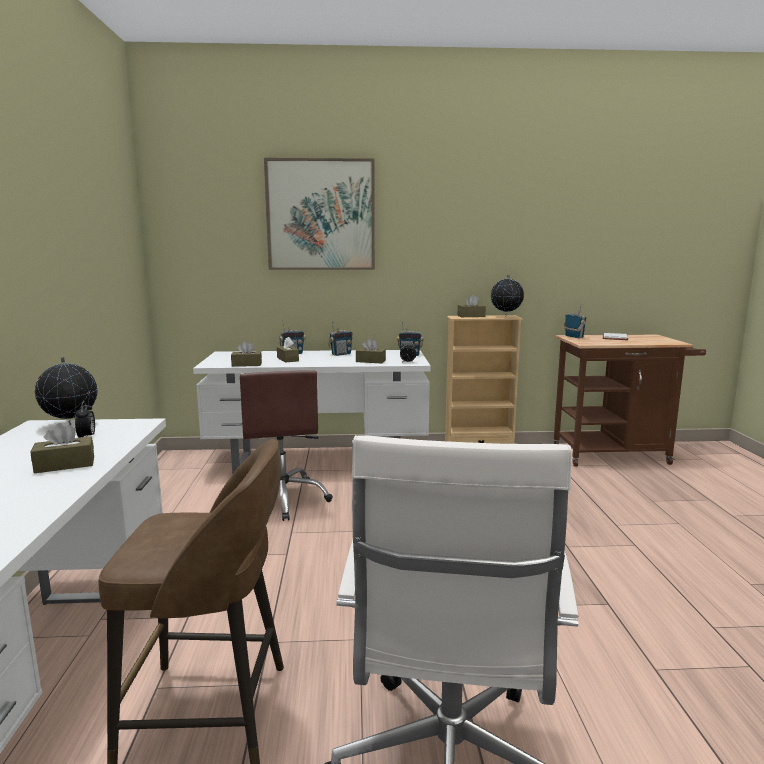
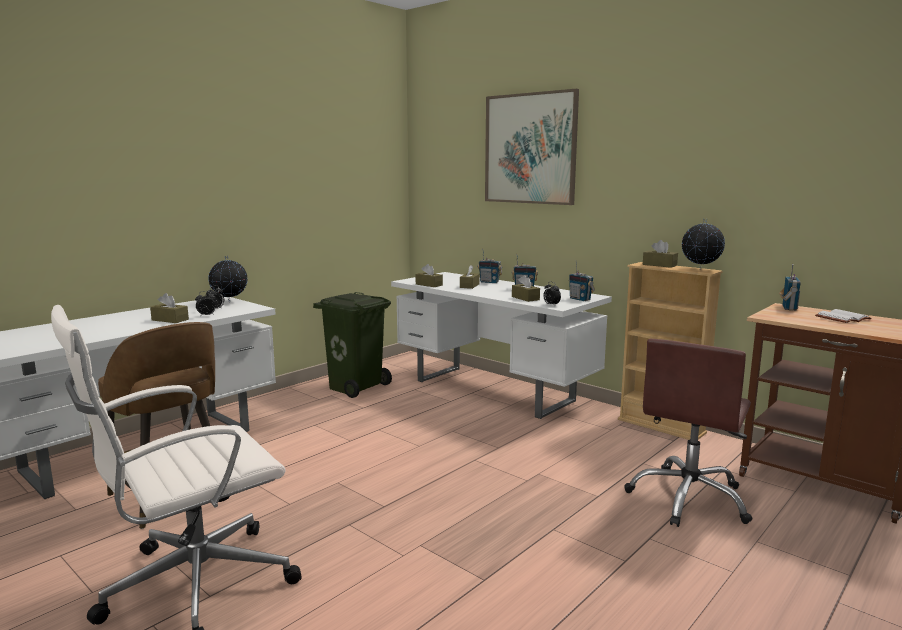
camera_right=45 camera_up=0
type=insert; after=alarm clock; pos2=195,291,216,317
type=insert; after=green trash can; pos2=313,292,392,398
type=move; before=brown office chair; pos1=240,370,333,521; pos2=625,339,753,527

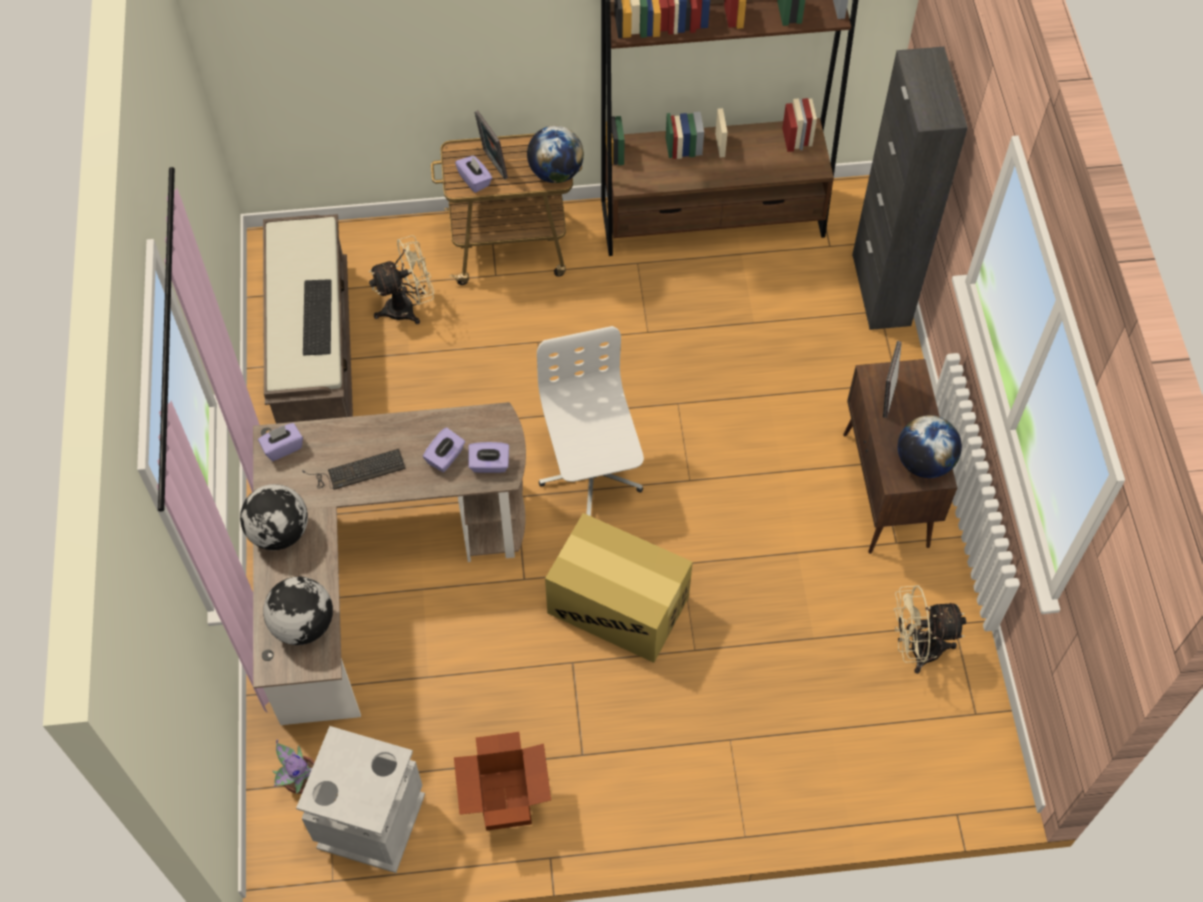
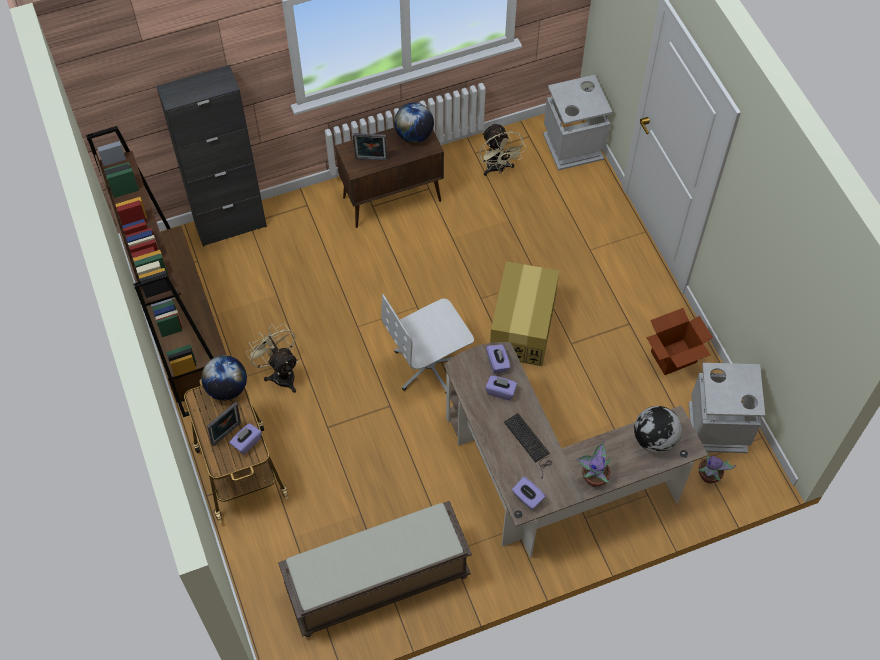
camera_right=-105 camera_up=0
type=move; before=beige fan; pos1=369,235,434,324; pos2=246,323,298,393
type=insert; after=grey trash can; pos2=543,75,612,171
type=replace; before=globe; after=potted plant; pos1=240,484,308,550; pos2=577,441,612,487
type=delete; before=keyboard; pos1=303,279,332,355

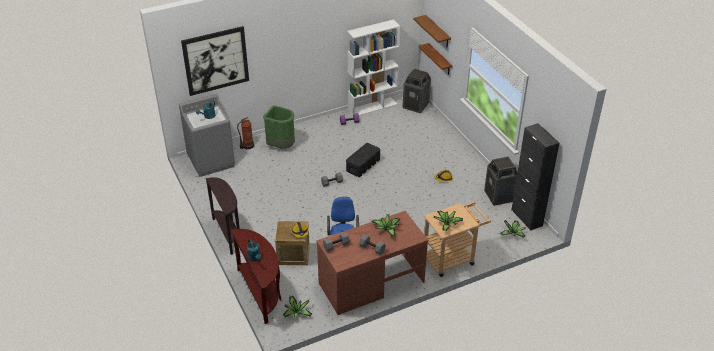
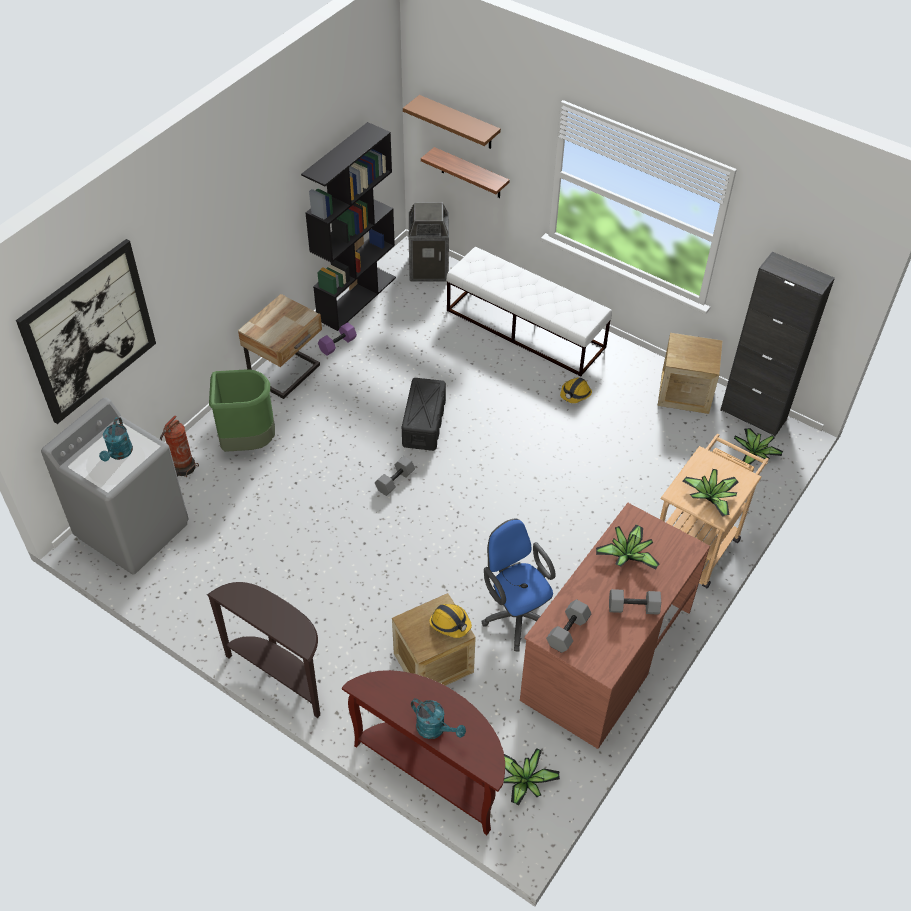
camera_right=-30 camera_up=10
type=insert; after=beige nightstand; pos2=238,294,322,399
type=recolor; before=white bookcase; after=black bookcase; pos1=347,19,400,116; pos2=301,122,396,331
type=insert; after=white bench; pos2=446,247,612,377
type=replace; before=trash can; after=crate; pos1=484,156,517,206; pos2=658,333,723,414

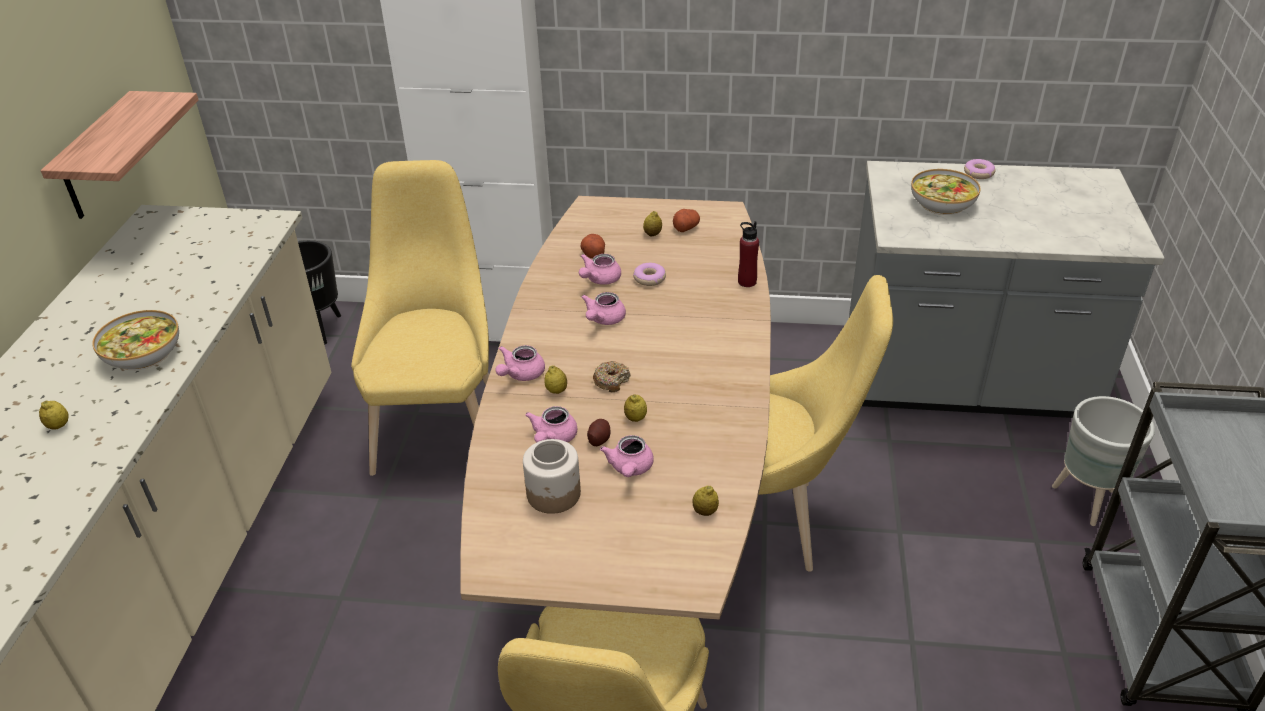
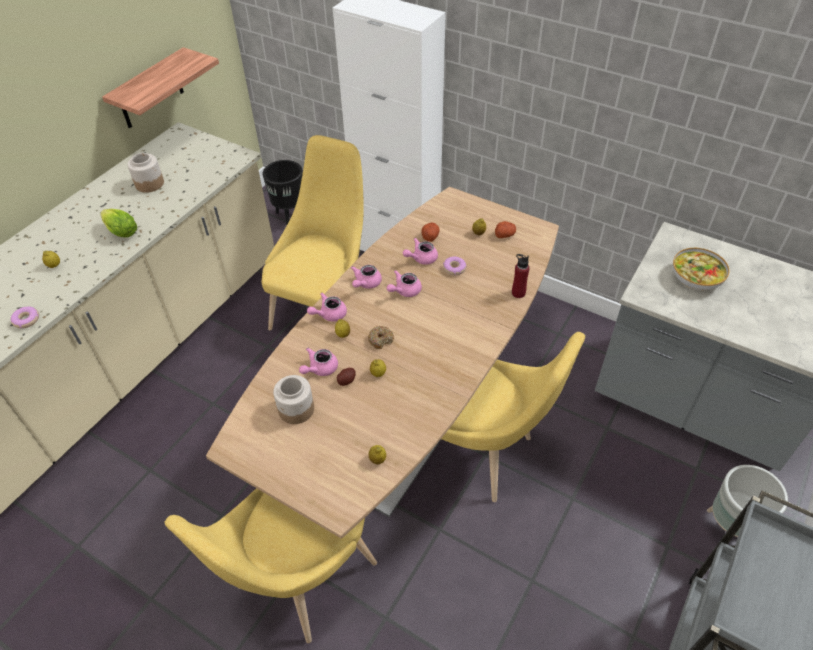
camera_right=25 camera_up=10
type=move; before=donut; pos1=964,159,996,179; pos2=10,307,39,328
type=replace; before=bowl; after=lettuce; pos1=92,310,179,370; pos2=100,209,137,237
type=insert; after=jar; pos2=127,153,164,193
type=move; before=pink teapot; pos1=600,435,654,477; pos2=351,265,382,289

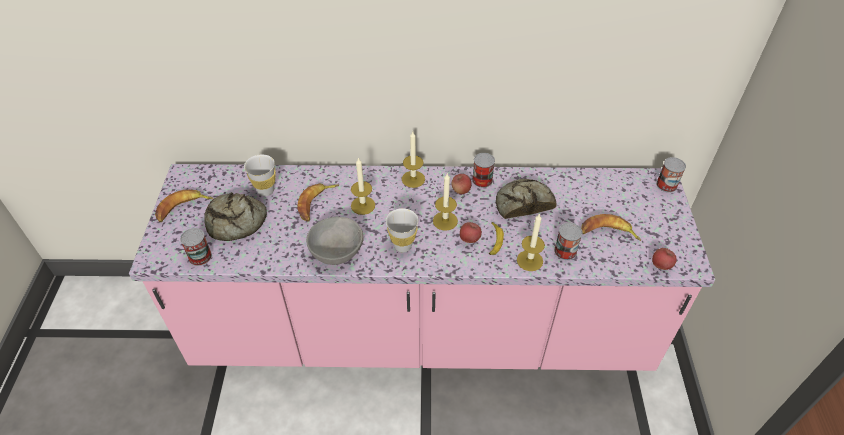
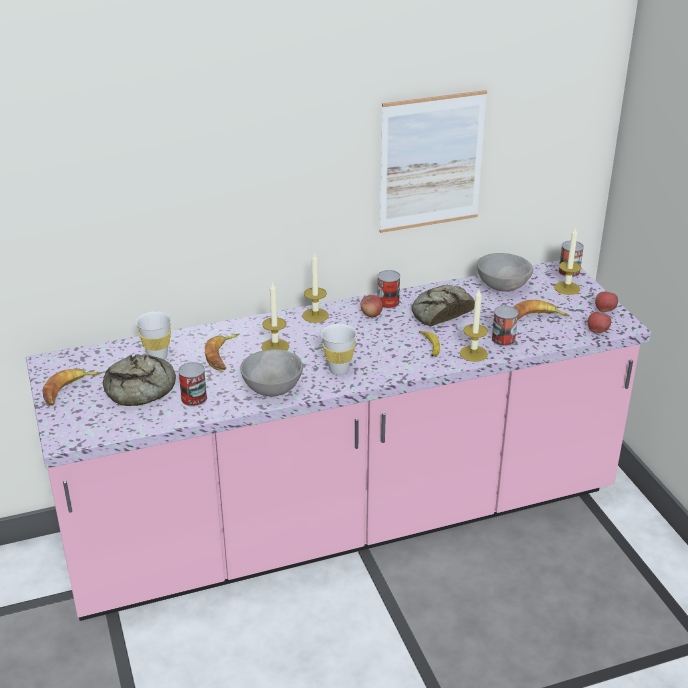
camera_right=-20 camera_up=-15
type=move; before=can; pos1=180,228,212,266; pos2=178,362,207,407
type=insert; after=picture; pos2=379,90,487,233
type=insert; after=grey bowl; pos2=477,253,533,292
type=move; before=candle; pos1=433,174,458,231; pos2=554,227,581,295
type=move; before=apple; pos1=460,222,482,243; pos2=595,292,618,312

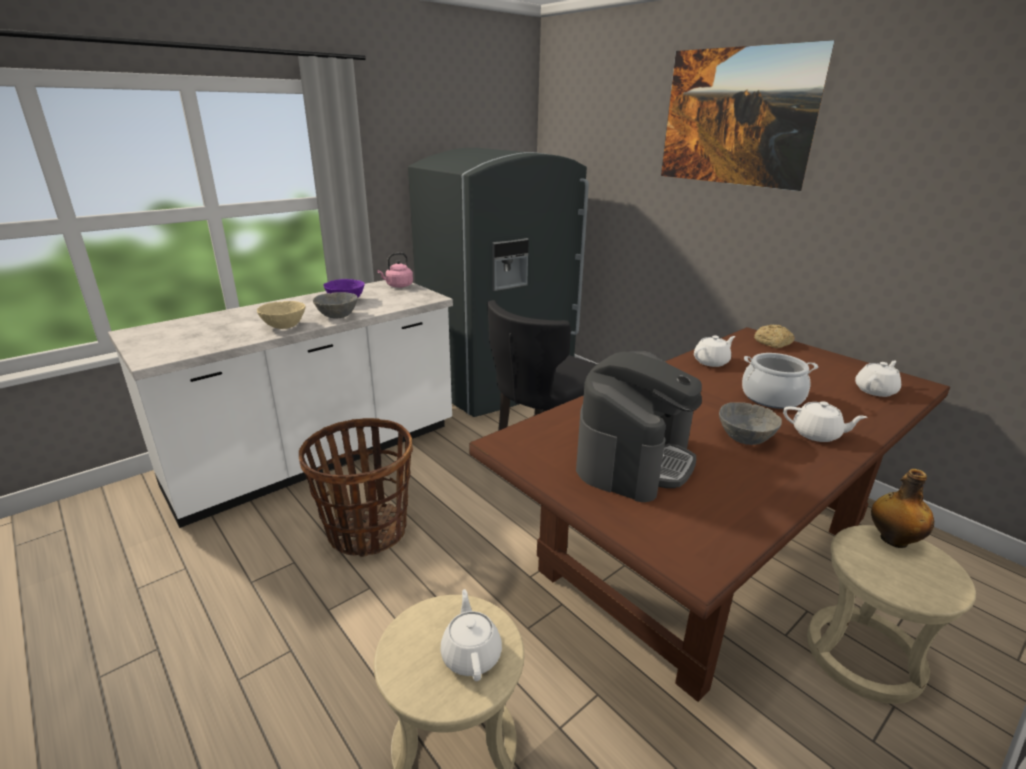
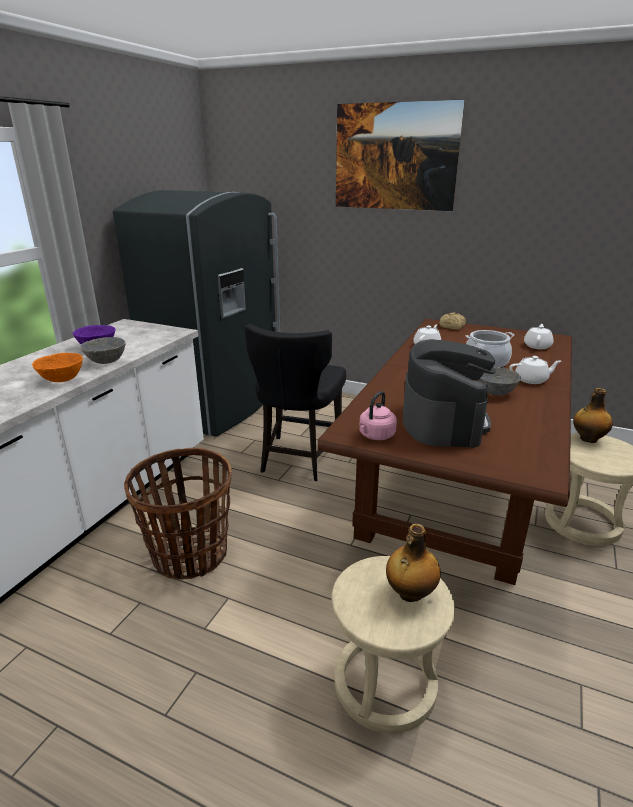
camera_right=-25 camera_up=0
type=recolor; before=beige bowl; after=orange bowl; pos1=257,301,305,329; pos2=32,353,83,382
type=move; before=pink kettle; pos1=377,252,413,288; pos2=359,391,397,440
type=replace; before=white teapot; after=bottle; pos1=440,589,502,681; pos2=386,524,441,602

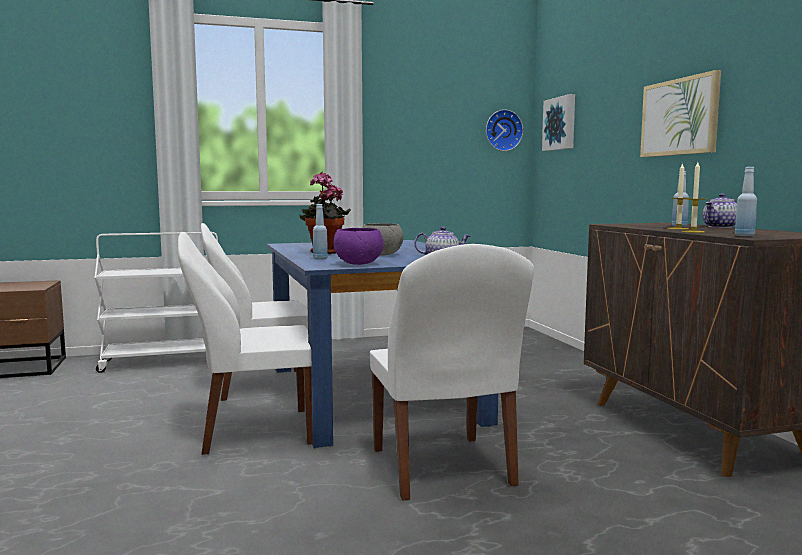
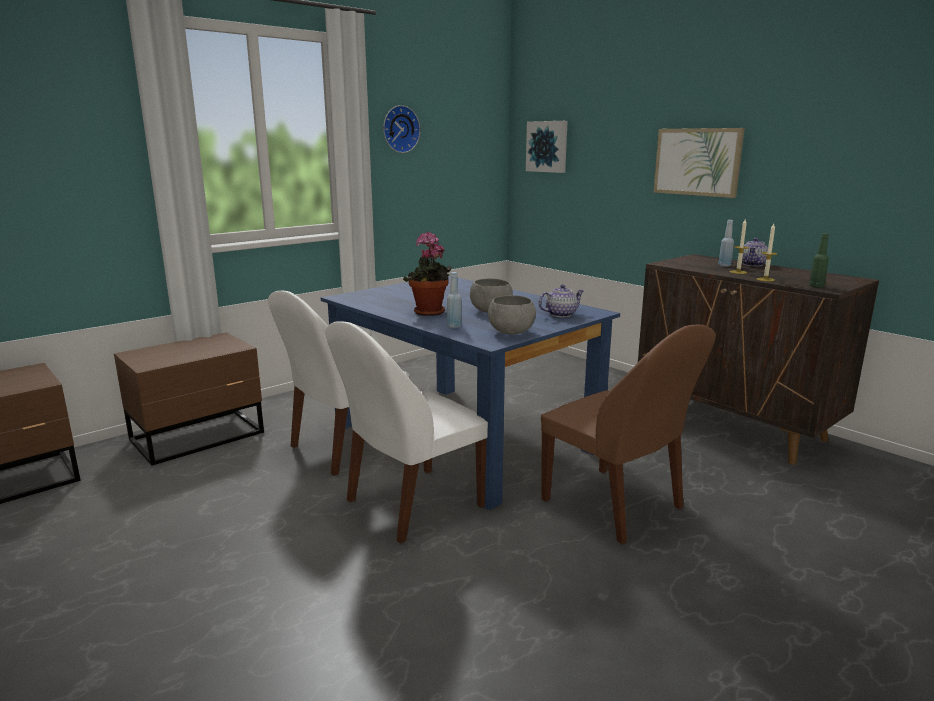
camera_right=-25 camera_up=10
type=replace; before=white cart; after=brown nightstand; pos1=95,232,218,373; pos2=114,332,264,466
type=move; before=wall clock; pos1=486,109,523,151; pos2=383,105,420,153
type=recolor; before=purple bowl; after=grey bowl; pos1=334,228,384,265; pos2=488,295,536,335
type=recolor; before=white chair; after=brown chair; pos1=370,244,534,500; pos2=541,325,716,545
type=recolor; before=blue bottle; after=green bottle; pos1=735,167,757,236; pos2=809,233,829,288

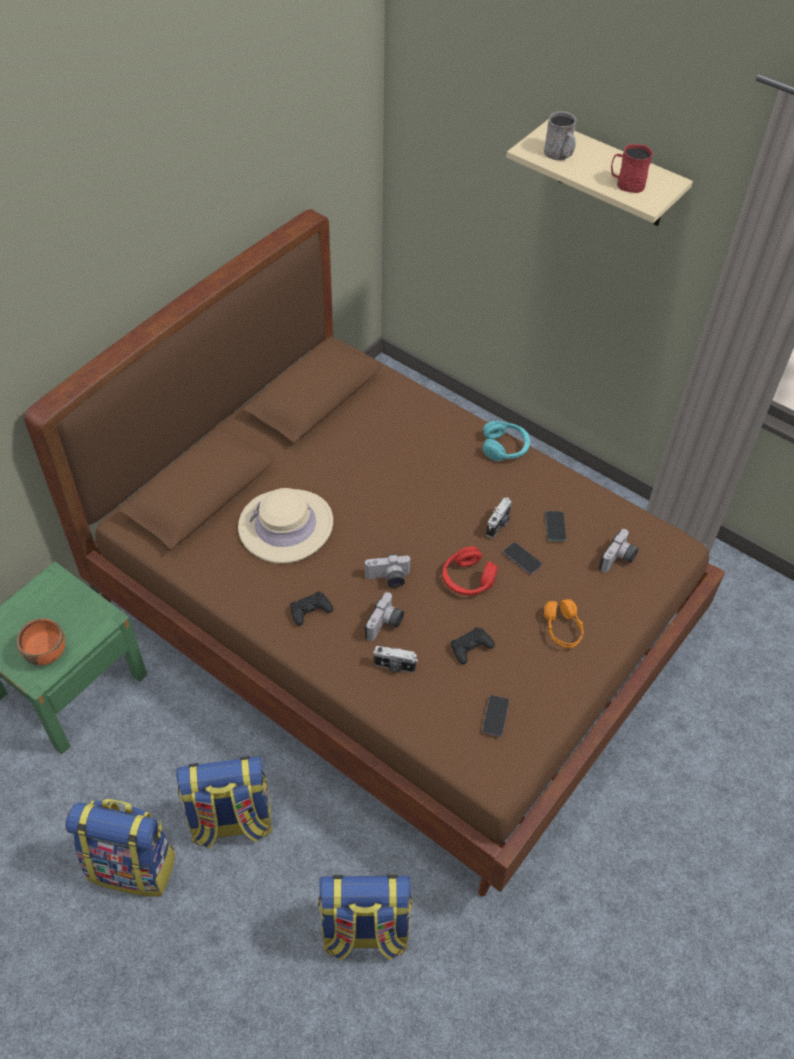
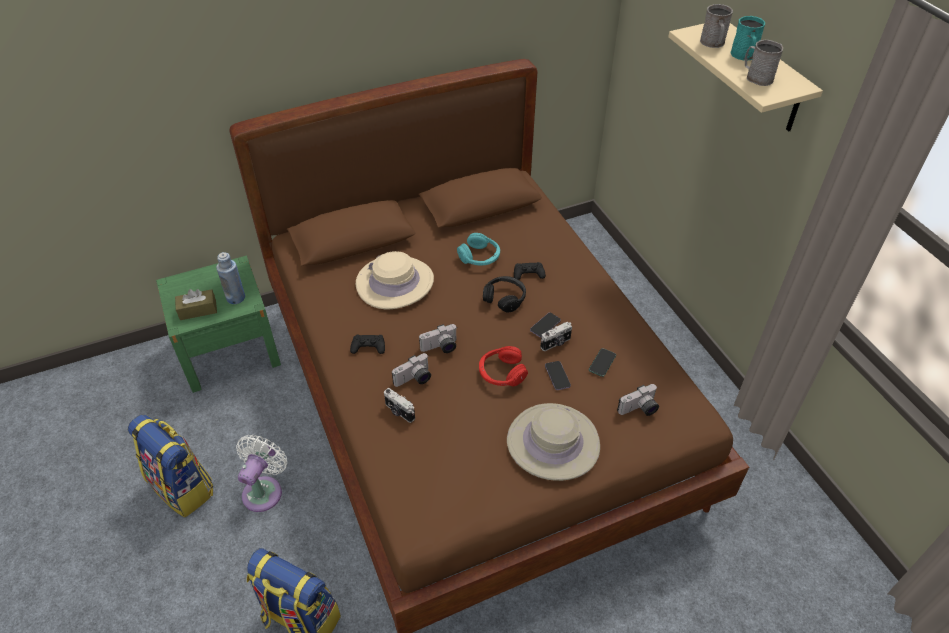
camera_right=30 camera_up=-5
type=replace; before=orange bowl; after=brown tissue box; pos1=17,618,65,666; pos2=175,289,217,320
type=insert; after=blue bottle; pos2=216,252,245,304
type=replace; before=backpack; after=white fan; pos1=176,756,273,849; pos2=236,435,287,512
type=rotate; before=photo camera; pos1=365,554,411,588; pos2=419,324,457,353; turn=-45
type=move; before=turquoise headphones; pos1=482,421,530,461; pos2=457,233,500,265
type=insert; after=black headphones; pos2=483,276,526,312
type=replace; before=orange headphones; after=beige hat; pos1=544,599,584,648; pos2=507,403,600,481
type=move; before=black game controller; pos1=450,627,495,664; pos2=514,262,546,280
type=move; before=phone; pos1=482,695,509,736; pos2=530,313,561,338
type=insert; after=turquoise mug; pos2=730,16,765,60
type=recolor; before=red mug; after=grey mug; pos1=611,144,653,193; pos2=745,40,783,86

